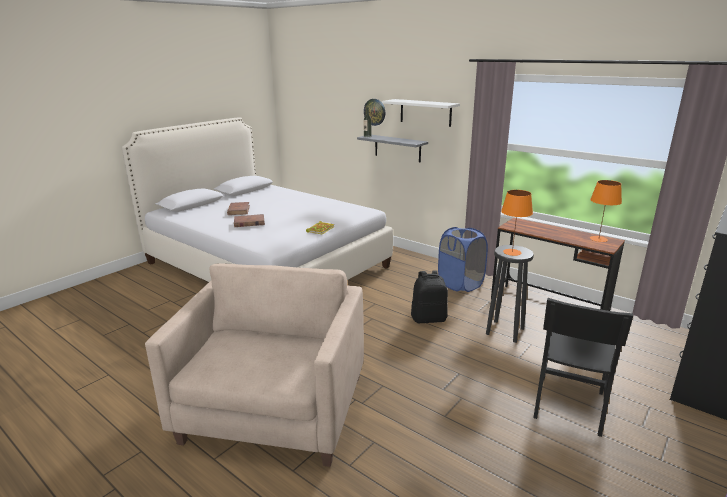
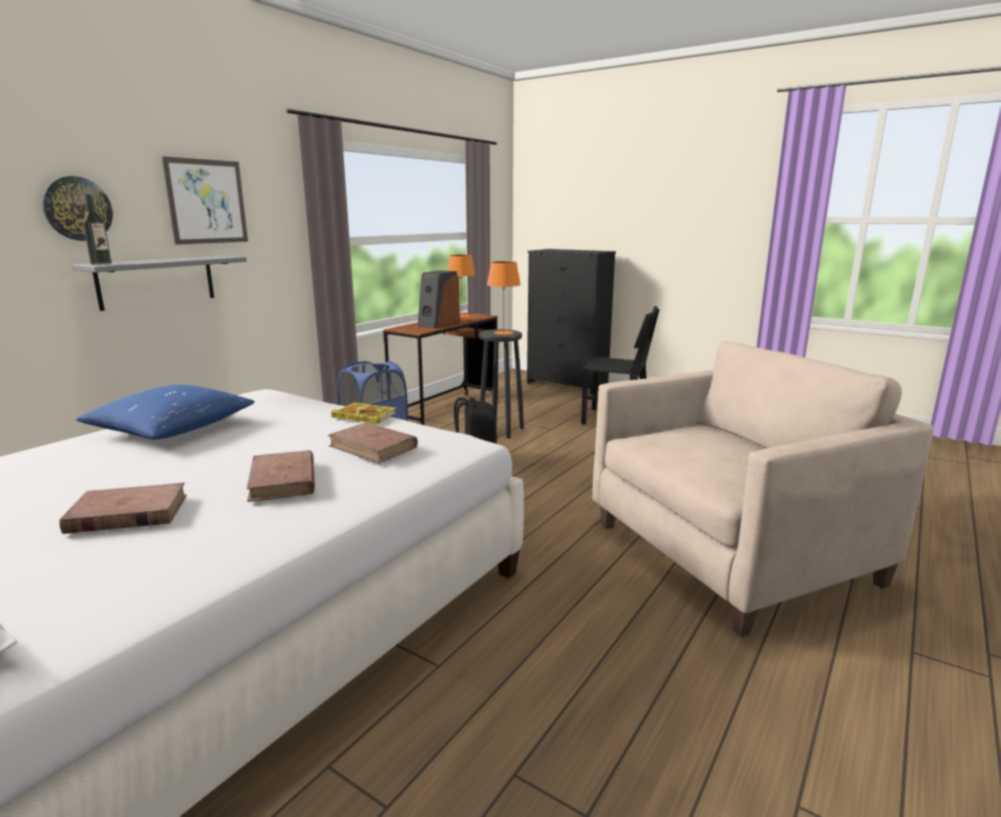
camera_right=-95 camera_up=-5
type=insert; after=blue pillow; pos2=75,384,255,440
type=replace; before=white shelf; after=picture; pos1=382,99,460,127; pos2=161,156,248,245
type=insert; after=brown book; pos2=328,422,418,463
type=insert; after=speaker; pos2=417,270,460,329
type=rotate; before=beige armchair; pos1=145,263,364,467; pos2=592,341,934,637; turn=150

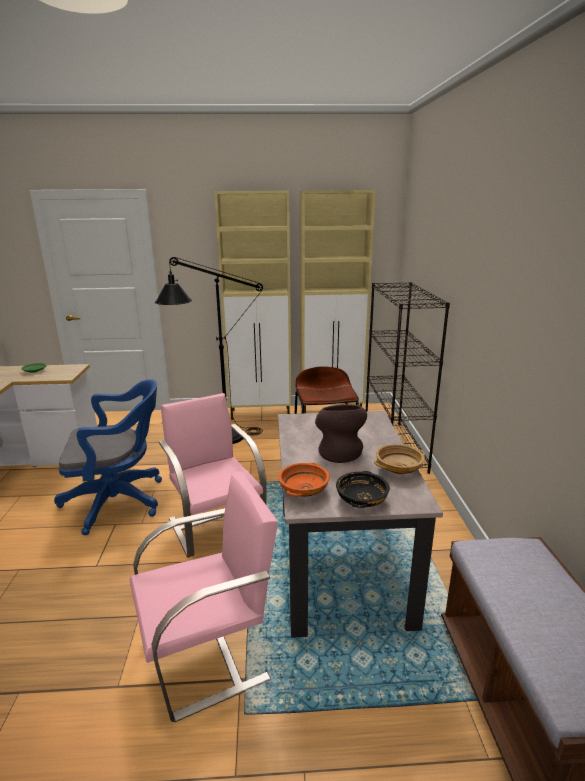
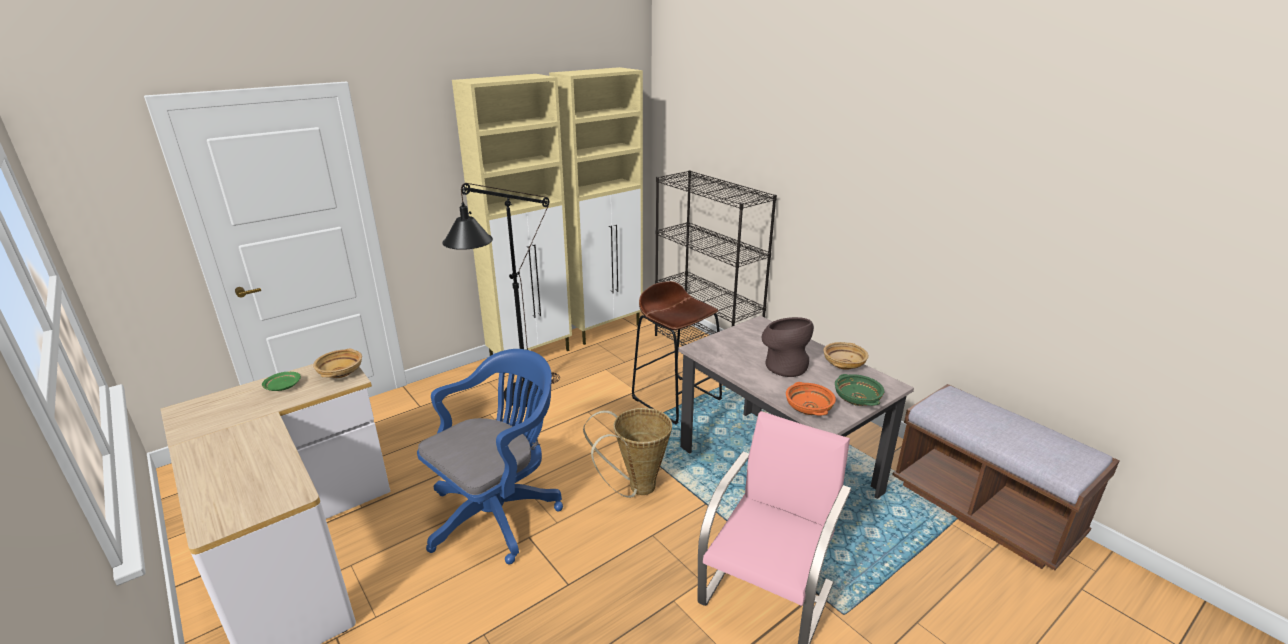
camera_right=-35 camera_up=5
type=insert; after=beige bowl; pos2=313,349,362,378
type=replace; before=pink chair; after=basket; pos1=159,393,267,558; pos2=583,408,672,498
type=recolor; before=black bowl; after=green bowl; pos1=336,471,390,508; pos2=835,374,884,406

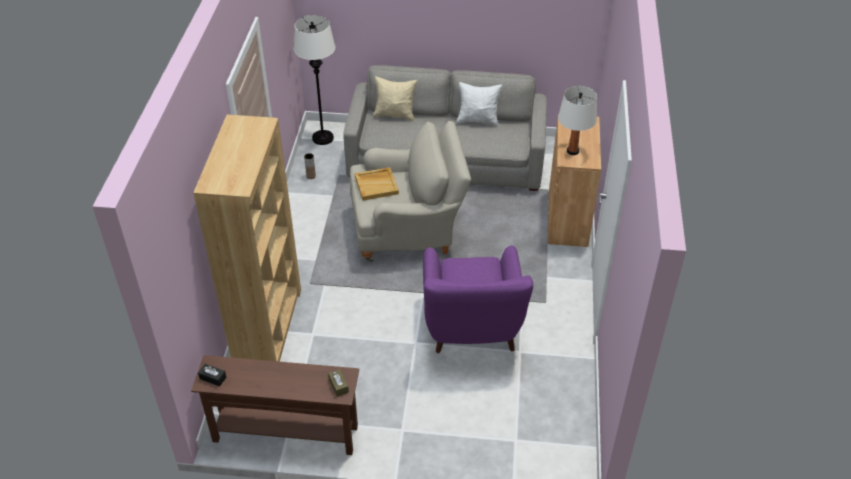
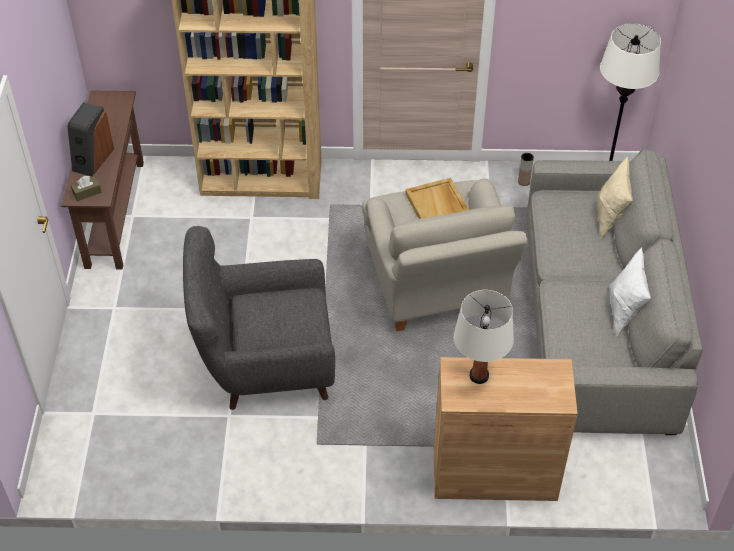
camera_right=85 camera_up=5
type=insert; after=speaker; pos2=68,103,114,176
type=recolor; before=purple armchair; after=grey armchair; pos1=423,245,533,353; pos2=183,226,335,410
type=delete; before=black tissue box; pos1=198,364,226,386

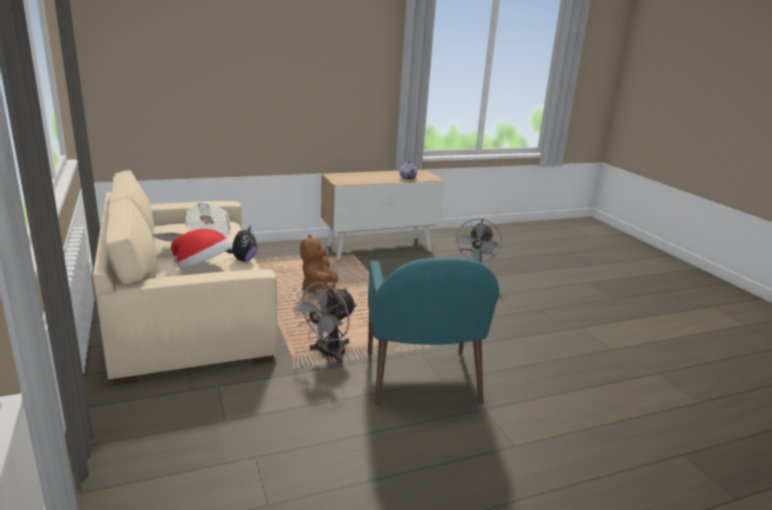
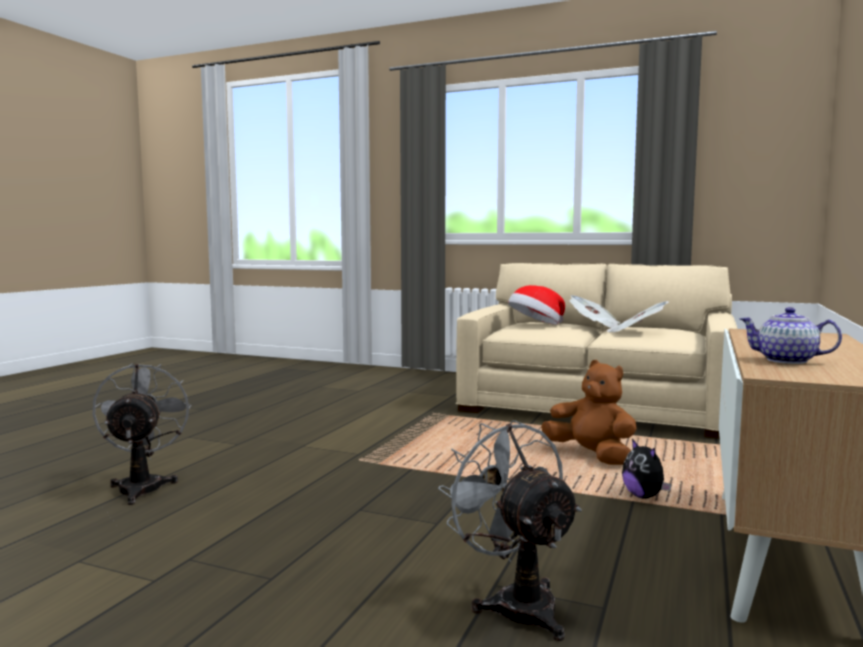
camera_right=135 camera_up=-15
type=move; before=grey fan; pos1=293,282,357,364; pos2=93,363,192,505
type=move; before=plush toy; pos1=226,226,257,262; pos2=622,439,672,499
type=delete; before=turquoise armchair; pos1=368,257,499,406

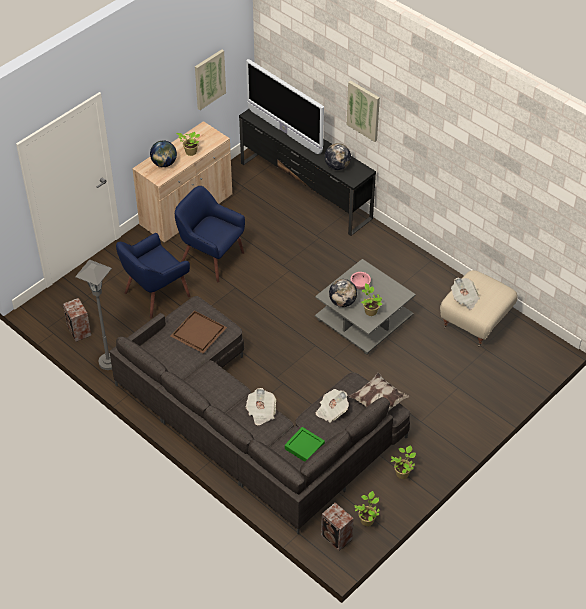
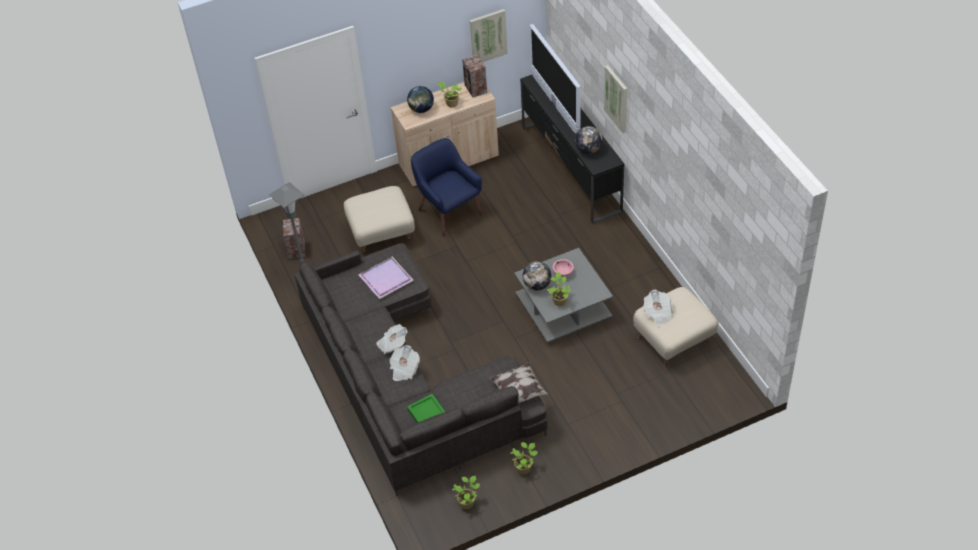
camera_right=25 camera_up=0
type=replace; before=blue armchair; after=beige ottoman; pos1=116,233,190,319; pos2=344,186,415,254
type=recolor; before=brown tray; after=purple tray; pos1=171,310,227,353; pos2=359,257,414,299
type=move; before=newspaper; pos1=316,389,349,422; pos2=376,324,408,354
type=move; before=speaker; pos1=321,503,354,551; pos2=462,55,487,98

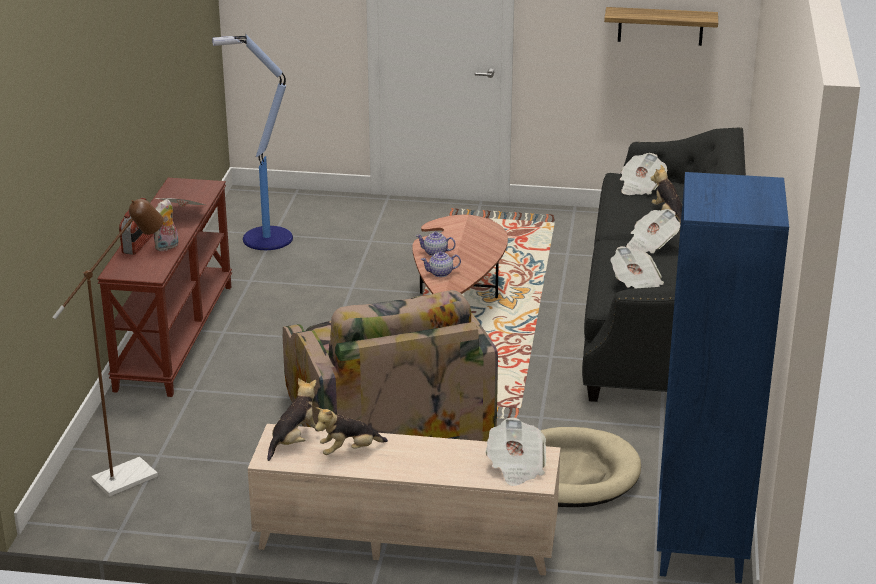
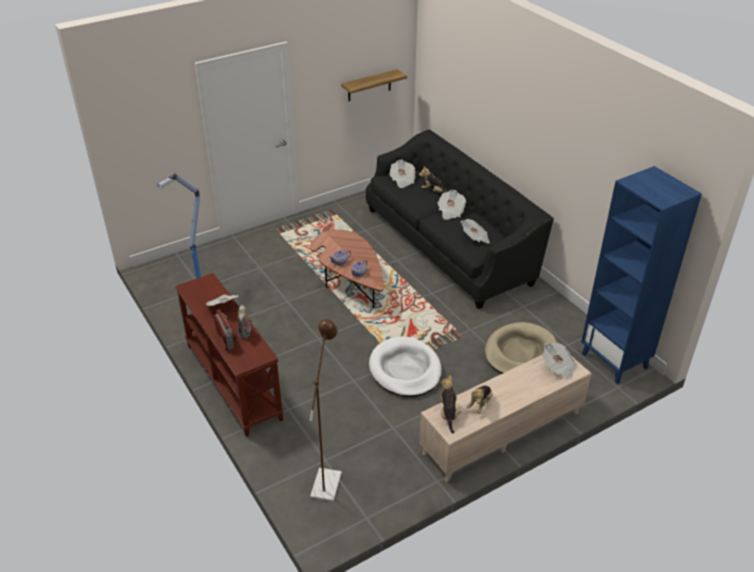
camera_right=-40 camera_up=10
type=replace; before=armchair; after=white dog bed; pos1=283,290,498,441; pos2=369,336,442,397

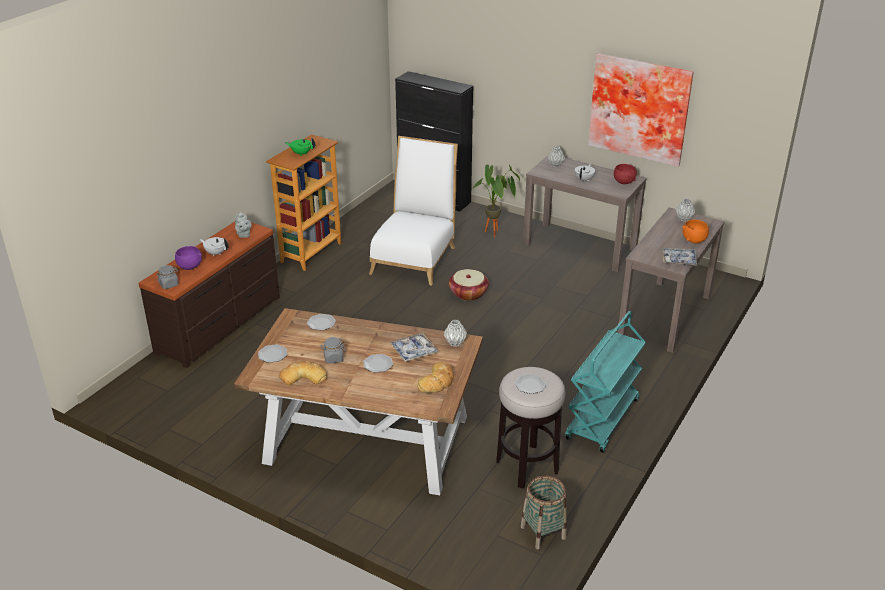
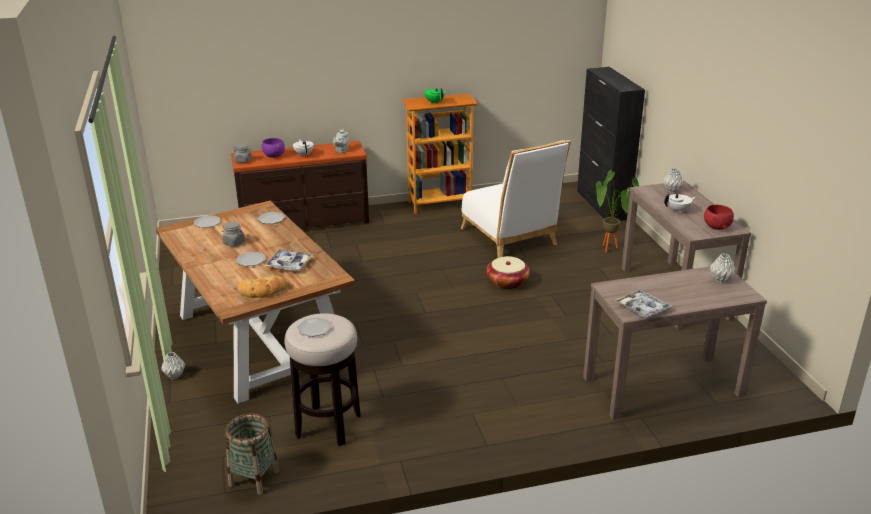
camera_right=45 camera_up=-5
type=move; before=grey vase; pos1=444,320,467,347; pos2=161,352,185,379
type=rotate; before=white chair; pos1=369,136,458,286; pos2=461,140,571,258; turn=90
type=delete; before=bread; pos1=279,361,327,385
type=delete; before=turquoise cart; pos1=565,311,646,453
type=delete; before=picture; pos1=588,53,694,167
type=delete; before=orange bowl; pos1=682,220,709,243

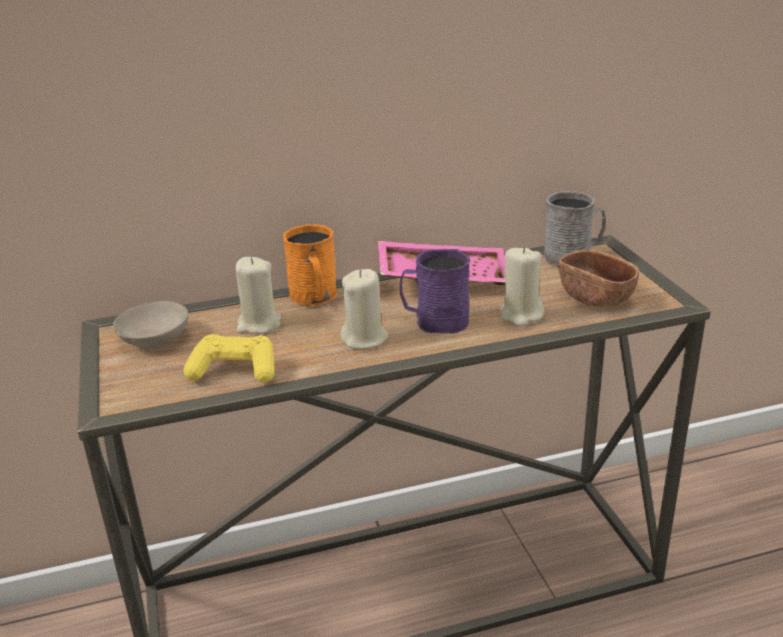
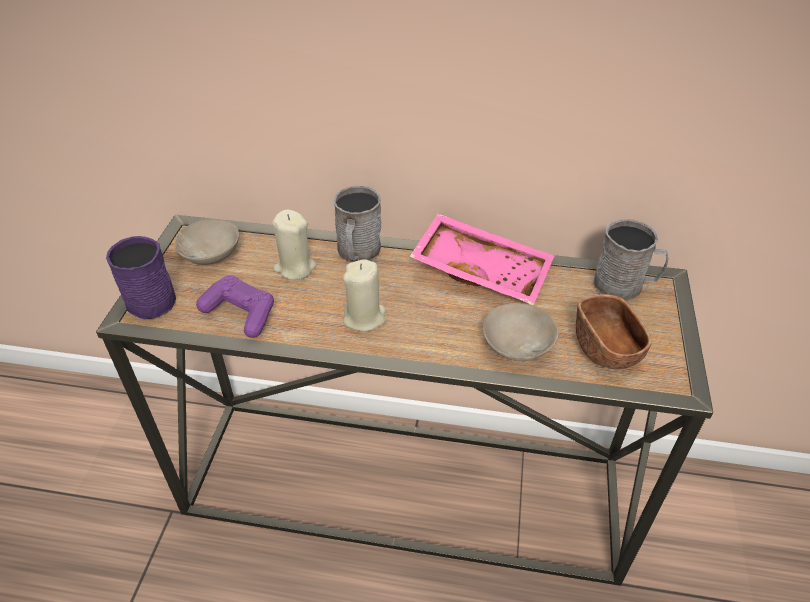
camera_right=25 camera_up=15
type=move; before=purple mug; pos1=399,249,470,334; pos2=106,236,176,319
type=recolor; before=yellow game controller; after=purple game controller; pos1=183,334,274,383; pos2=196,275,274,338
type=recolor; before=orange mug; after=grey mug; pos1=283,224,337,306; pos2=334,186,381,262
type=replace; before=beige candle; after=beige bowl; pos1=500,246,544,326; pos2=483,303,559,361

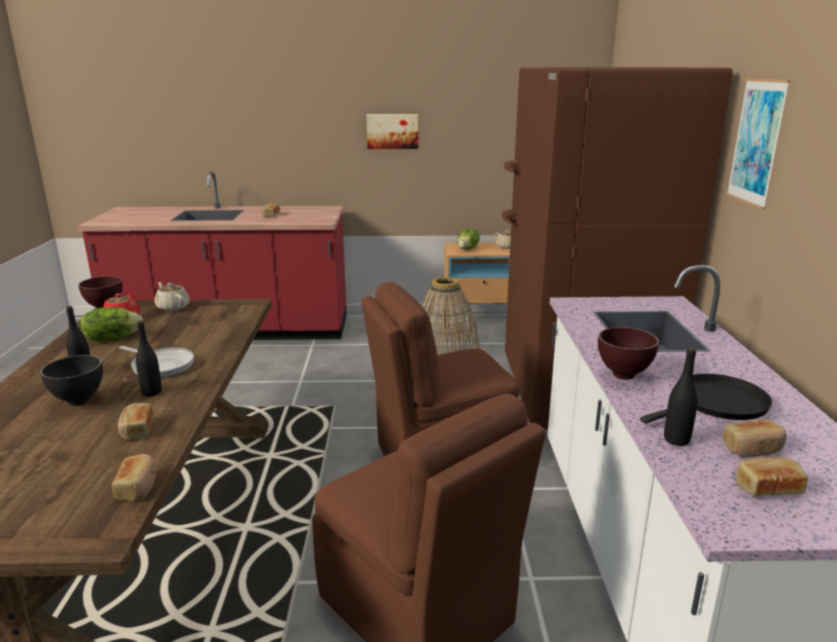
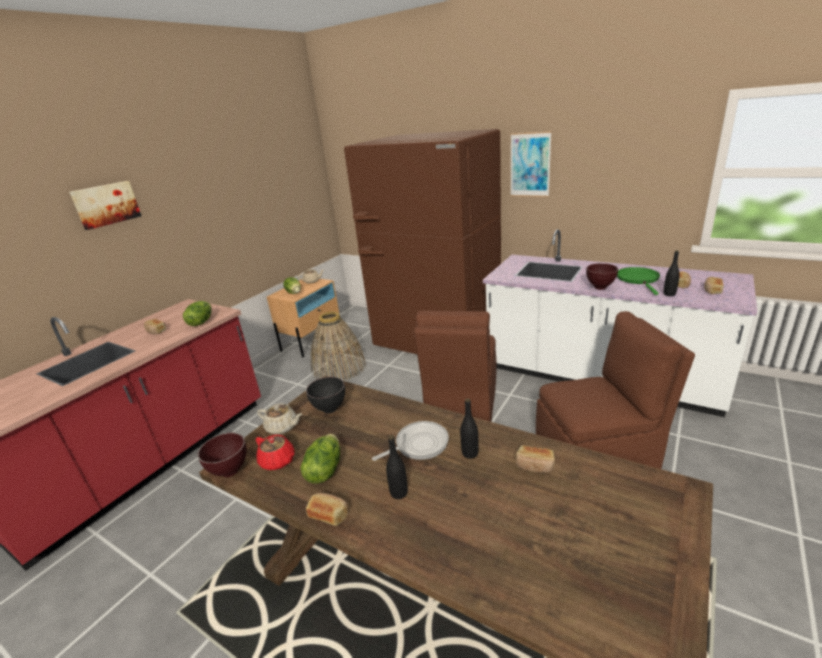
camera_right=-55 camera_up=5
type=move; before=picture; pos1=367,114,418,149; pos2=70,181,141,230
type=insert; after=lettuce; pos2=183,301,212,326
type=rotate; before=beige teapot; pos1=154,282,190,312; pos2=257,403,302,435; turn=-150
type=move; before=black bowl; pos1=40,355,103,406; pos2=306,377,345,414
type=move; before=bread; pos1=112,454,156,502; pos2=306,493,349,526
type=recolor; before=black frying pan; after=green frying pan; pos1=640,374,772,424; pos2=617,267,660,295

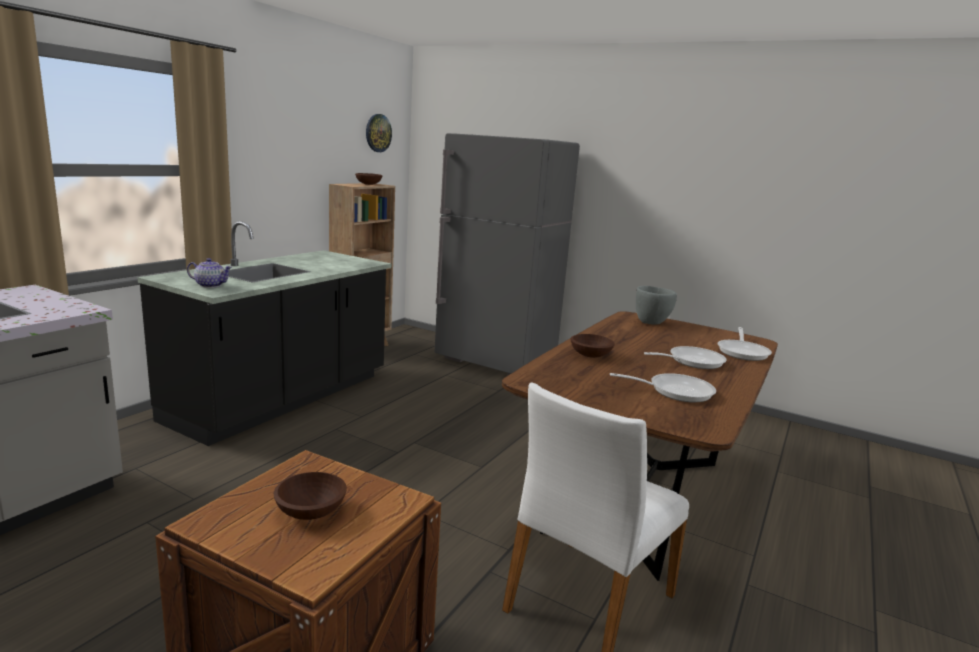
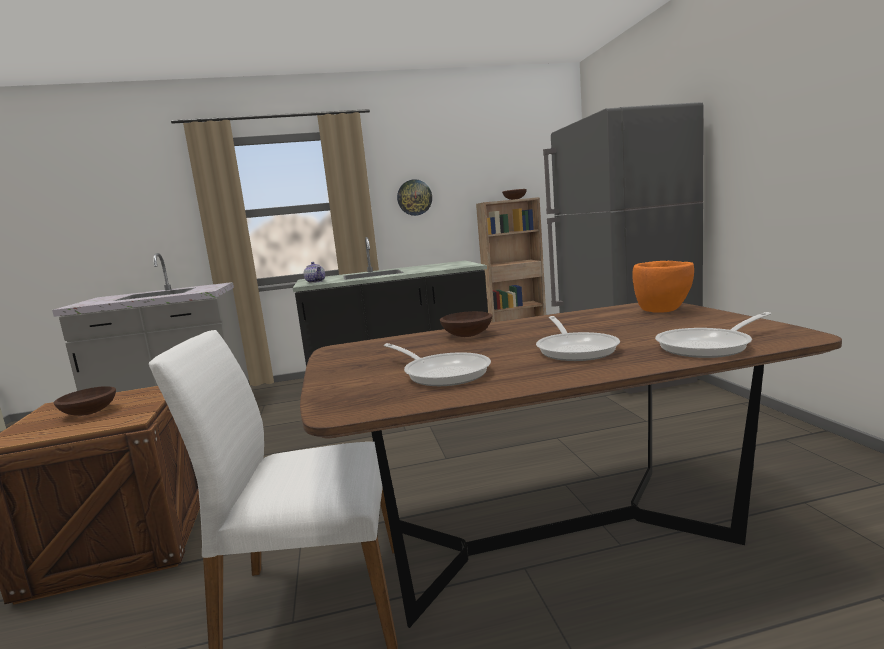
camera_right=50 camera_up=-5
type=move; before=wall clock; pos1=366,114,392,152; pos2=397,179,432,216
type=rotate; before=frying pan; pos1=644,346,727,369; pos2=536,316,620,361; turn=60
type=recolor; before=grey bowl; after=orange bowl; pos1=636,286,677,325; pos2=632,261,694,313

